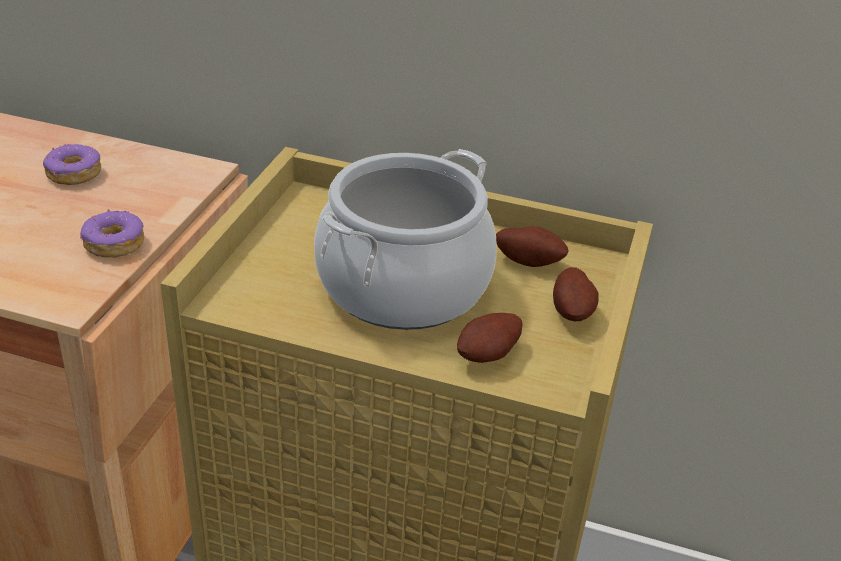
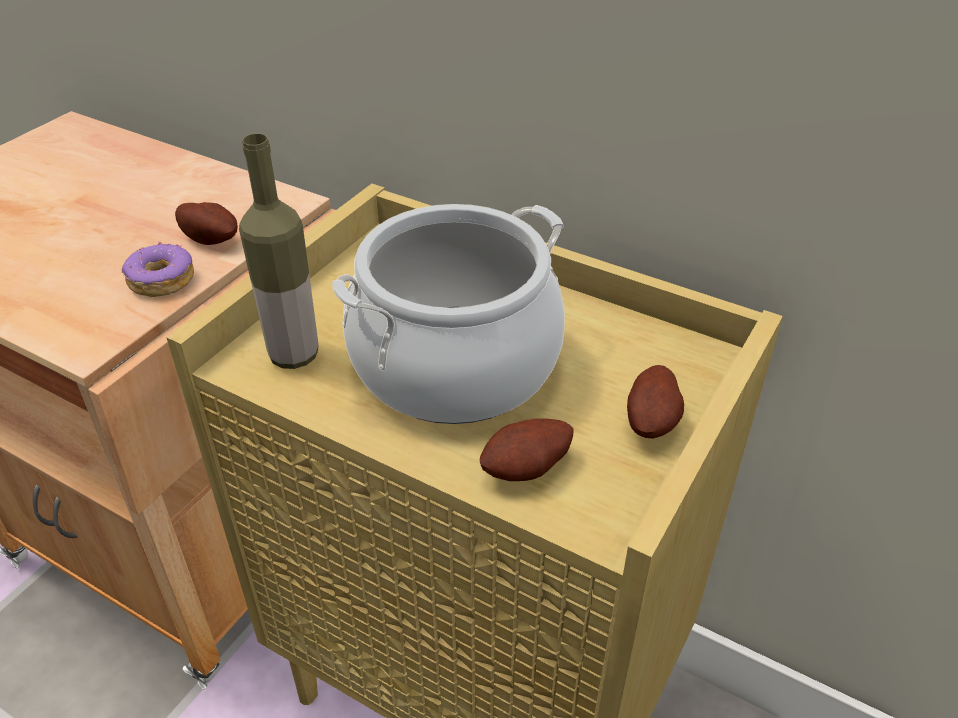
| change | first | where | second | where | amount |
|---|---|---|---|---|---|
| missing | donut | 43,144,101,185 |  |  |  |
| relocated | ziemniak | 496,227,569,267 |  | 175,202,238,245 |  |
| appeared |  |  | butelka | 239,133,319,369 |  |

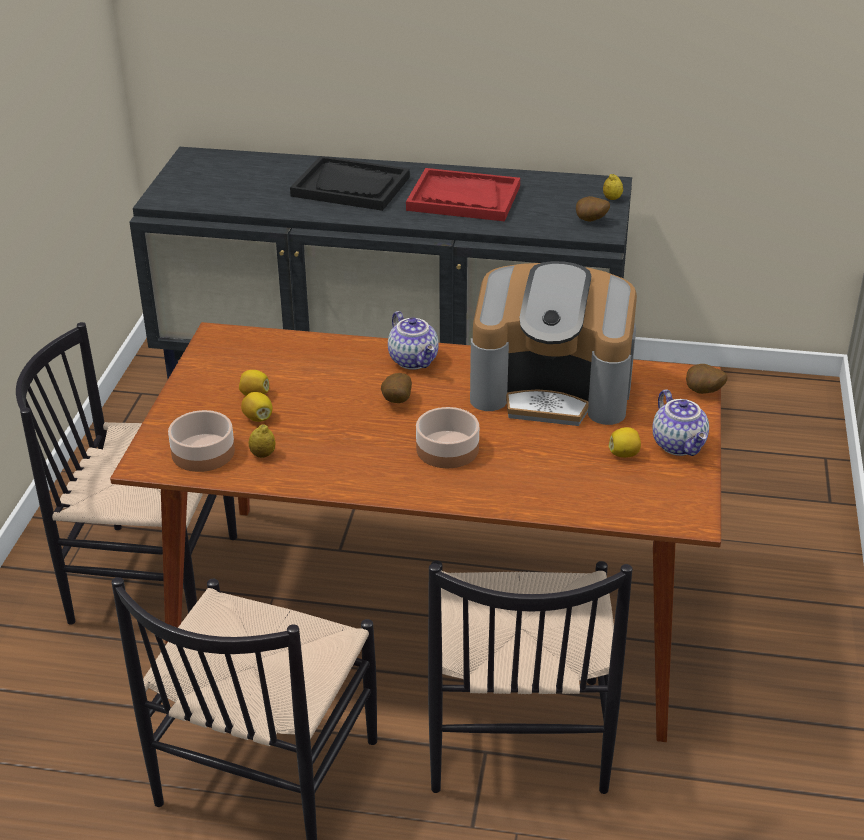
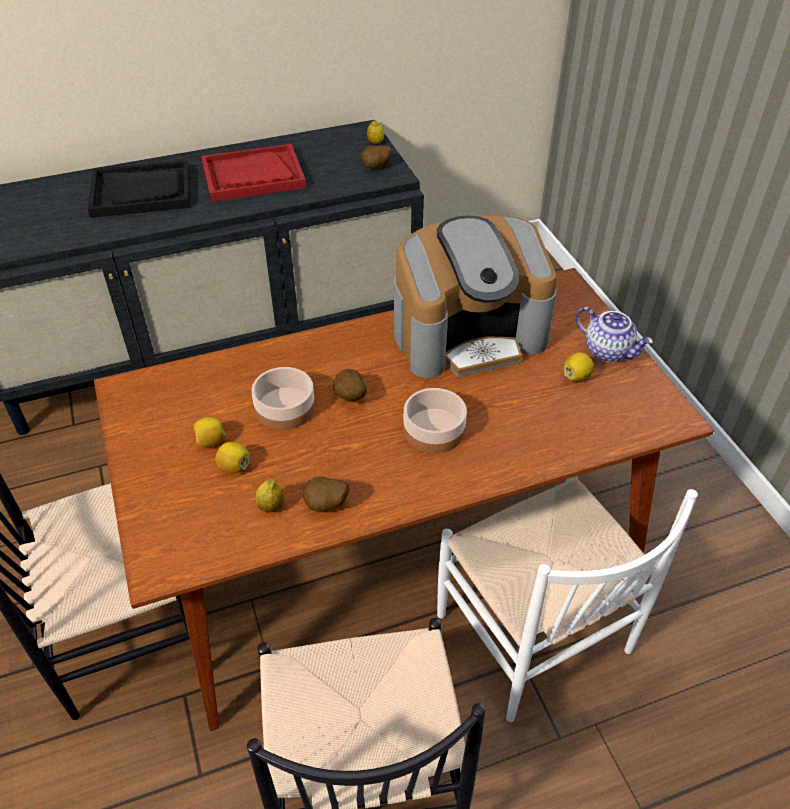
| change | first | where | second | where | amount |
|---|---|---|---|---|---|
| missing | imbryk | 388,311,439,370 |  |  |  |
| relocated | ziemniak | 686,364,728,394 |  | 303,477,349,512 |  |
| relocated | miska | 168,410,235,472 |  | 252,367,315,430 |  |
| colour | krzesło/czarny | 428,561,633,794 | krzesło/biały | 437,476,698,722 |  |

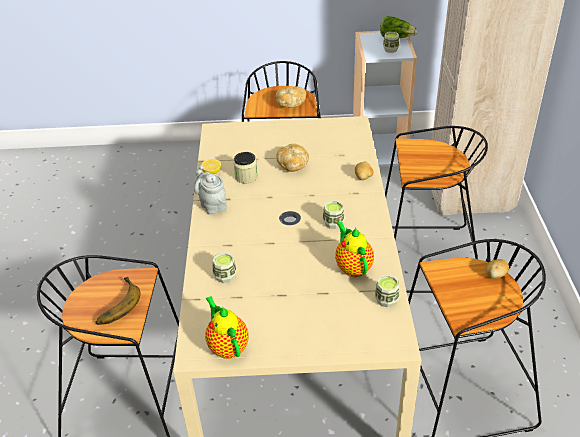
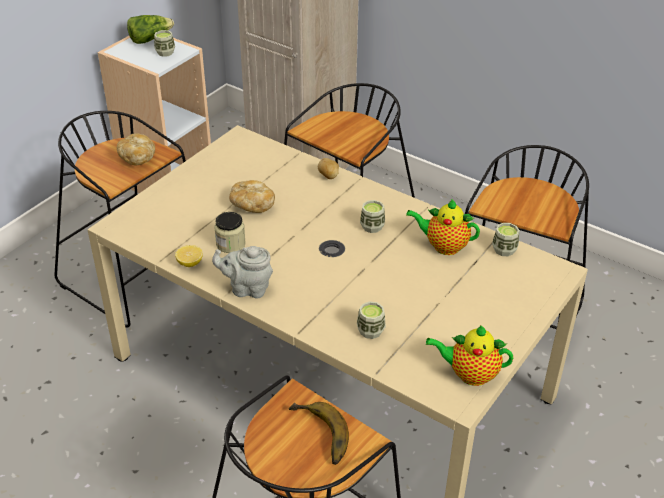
| change | first | where | second | where | amount |
|---|---|---|---|---|---|
| missing | ziemniak | 486,259,509,279 |  |  |  |

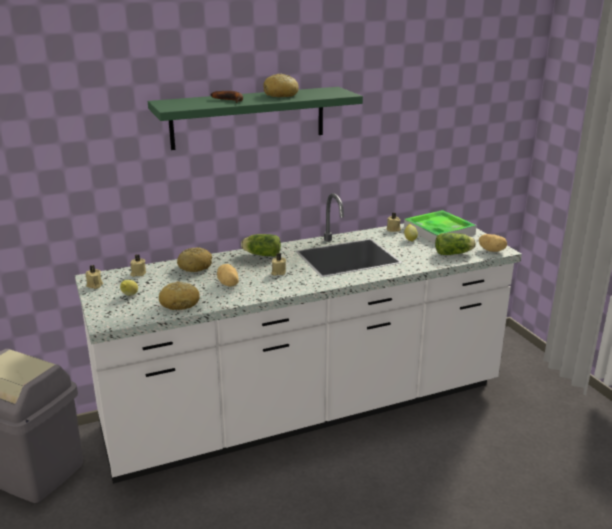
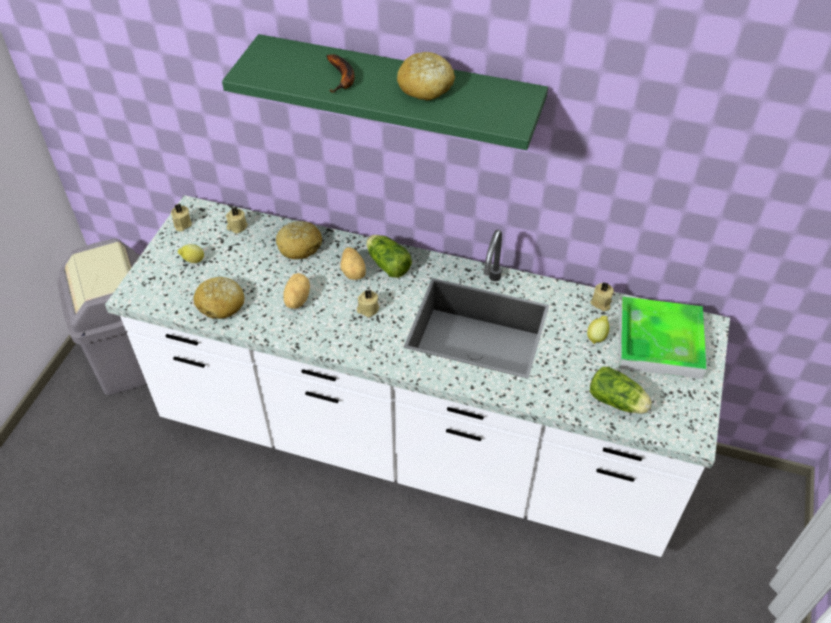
| change | first | where | second | where | amount |
|---|---|---|---|---|---|
| relocated | ziemniak | 479,234,507,252 |  | 340,247,366,280 |  |

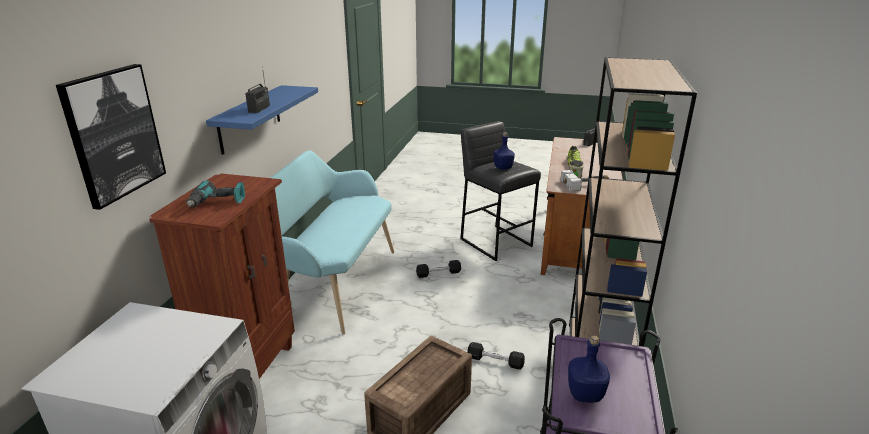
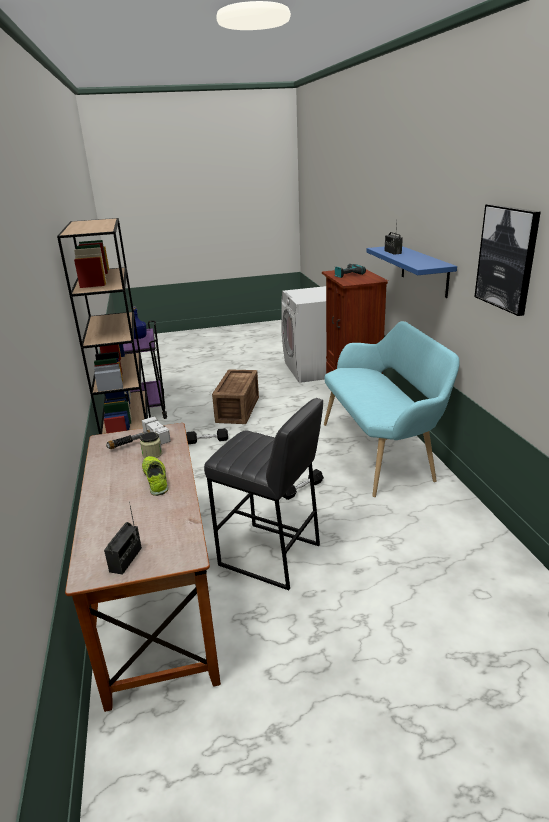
| change | first | where | second | where | amount |
|---|---|---|---|---|---|
| relocated | obraz | 56,64,166,210 |  | 474,204,541,316 |  |
| missing | butelka/niebieski | 494,132,515,170 |  |  |  |

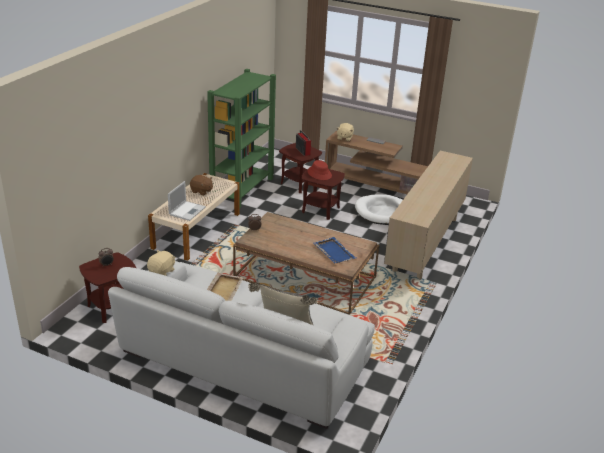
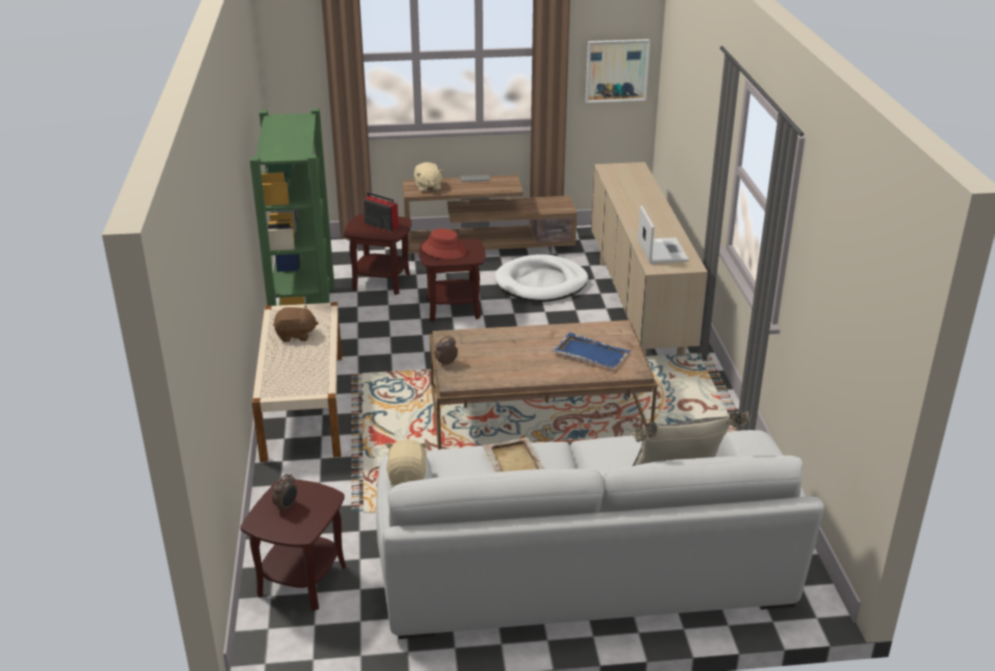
| change | first | where | second | where | amount |
|---|---|---|---|---|---|
| relocated | laptop | 168,181,206,221 |  | 638,206,689,264 |  |
| appeared |  |  | obraz | 586,39,650,103 |  |

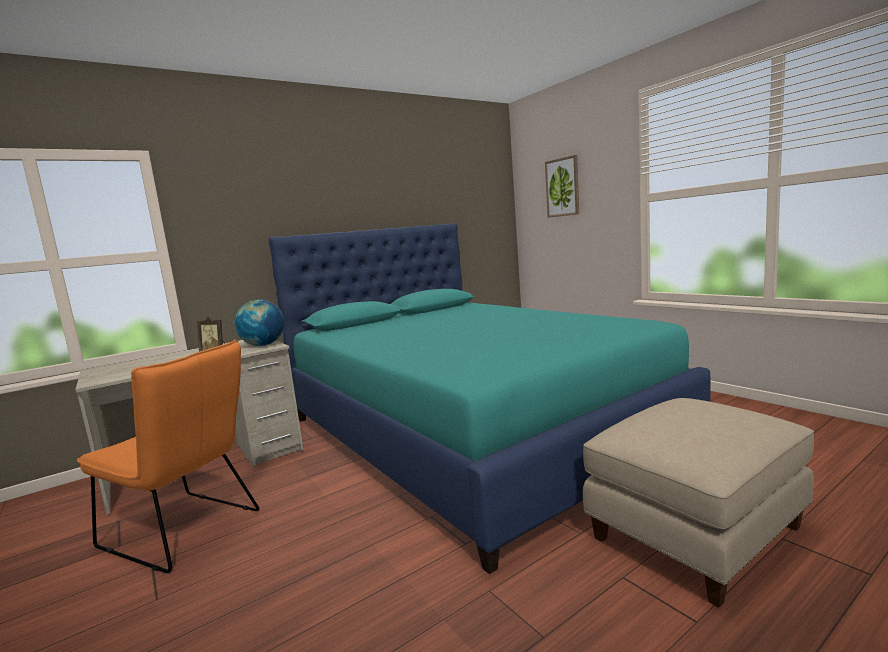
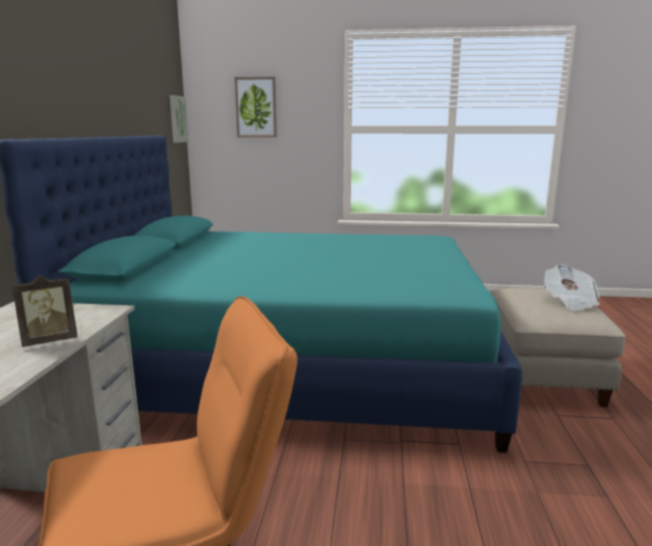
| change | first | where | second | where | amount |
|---|---|---|---|---|---|
| missing | globus | 234,299,284,346 |  |  |  |
| appeared |  |  | obraz | 170,95,189,143 |  |
| appeared |  |  | gazeta | 544,264,600,311 |  |

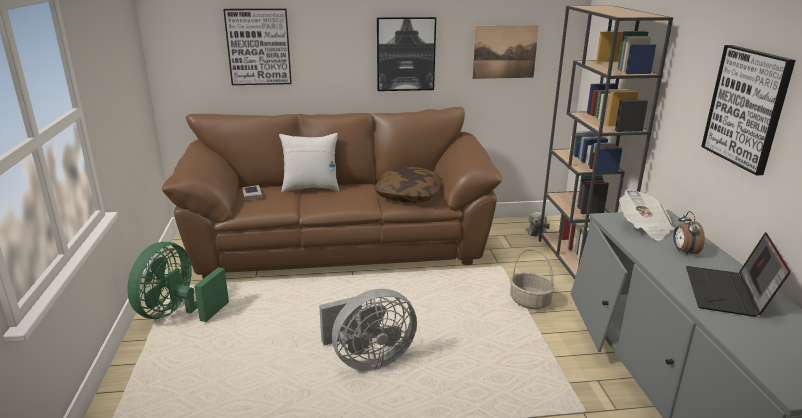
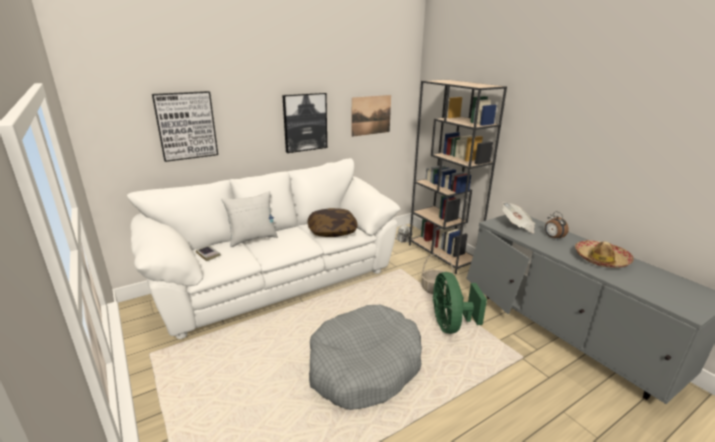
| change | first | where | second | where | amount |
|---|---|---|---|---|---|
| missing | obraz | 701,45,796,175 |  |  |  |
| colour | kanapa/brązowy | 162,107,502,279 | kanapa/biały | 127,158,401,339 |  |
| exchanged | laptop | 686,232,791,317 | kapelusz | 575,240,634,268 |  |
| relocated | wentylator/zielony | 127,242,229,322 |  | 433,272,487,334 |  |
| exchanged | wentylator/szary | 319,289,417,371 | legowisko/szary | 309,305,422,410 |  |

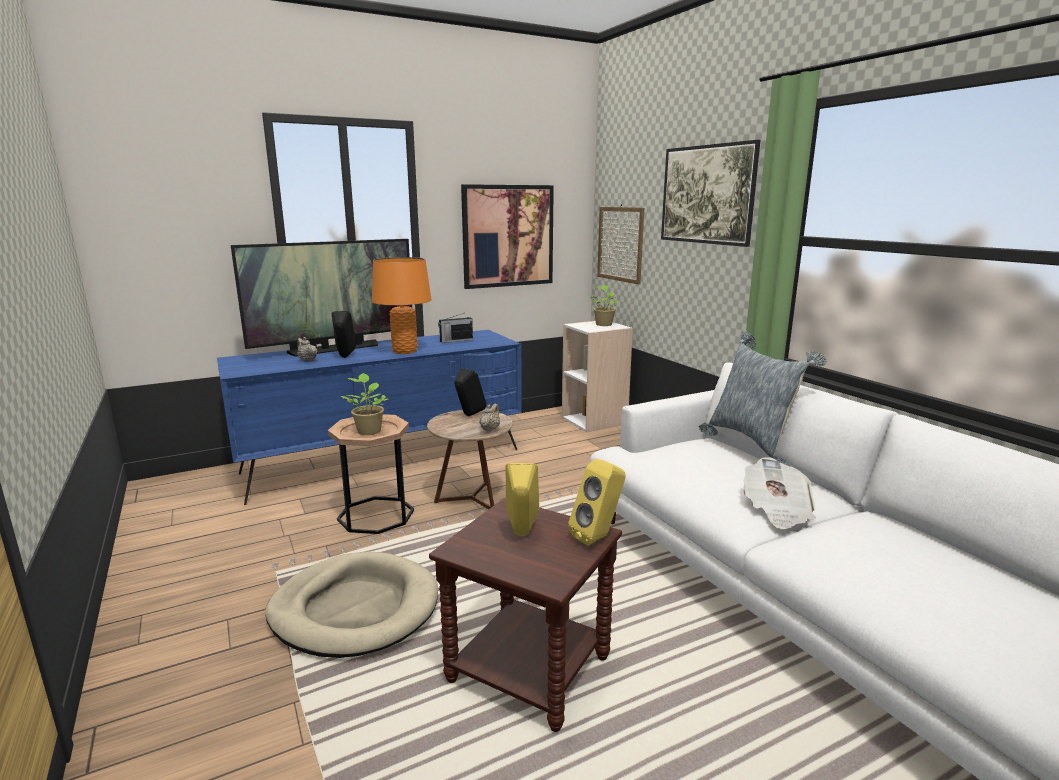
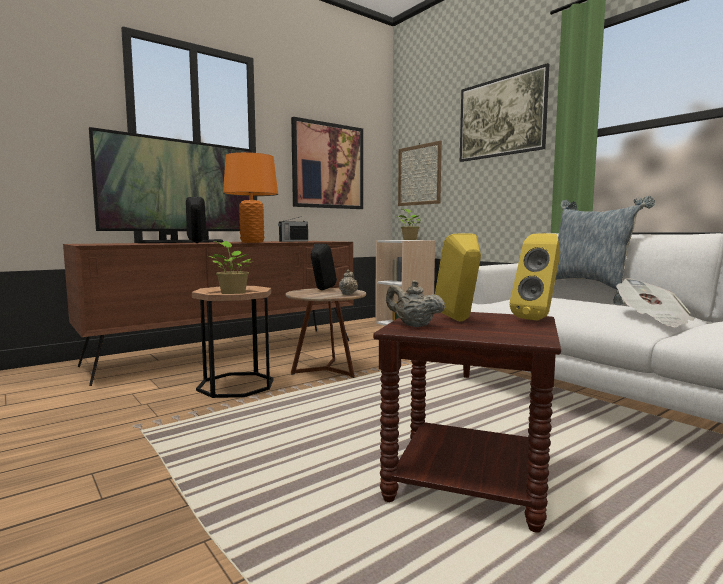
| change | first | where | second | where | amount |
|---|---|---|---|---|---|
| colour | szafka pod telewizor/niebieski | 217,330,522,505 | szafka pod telewizor/brązowy | 63,241,353,386 |  |
| relocated | imbryk/beżowy | 297,337,317,362 |  | 386,280,445,327 |  |
| missing | legowisko/beżowy | 265,552,438,658 |  |  |  |

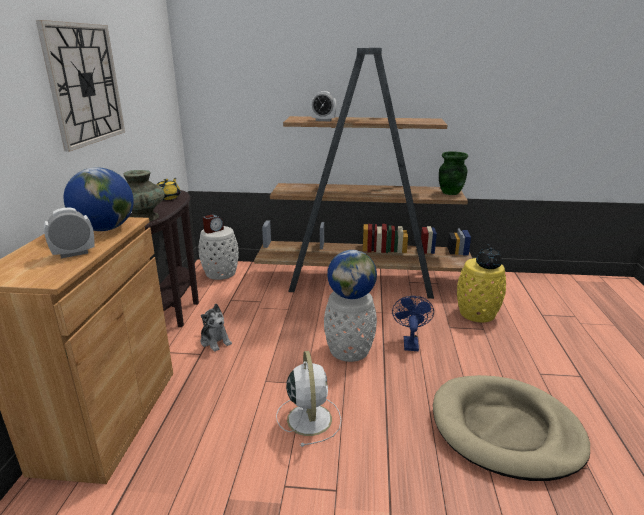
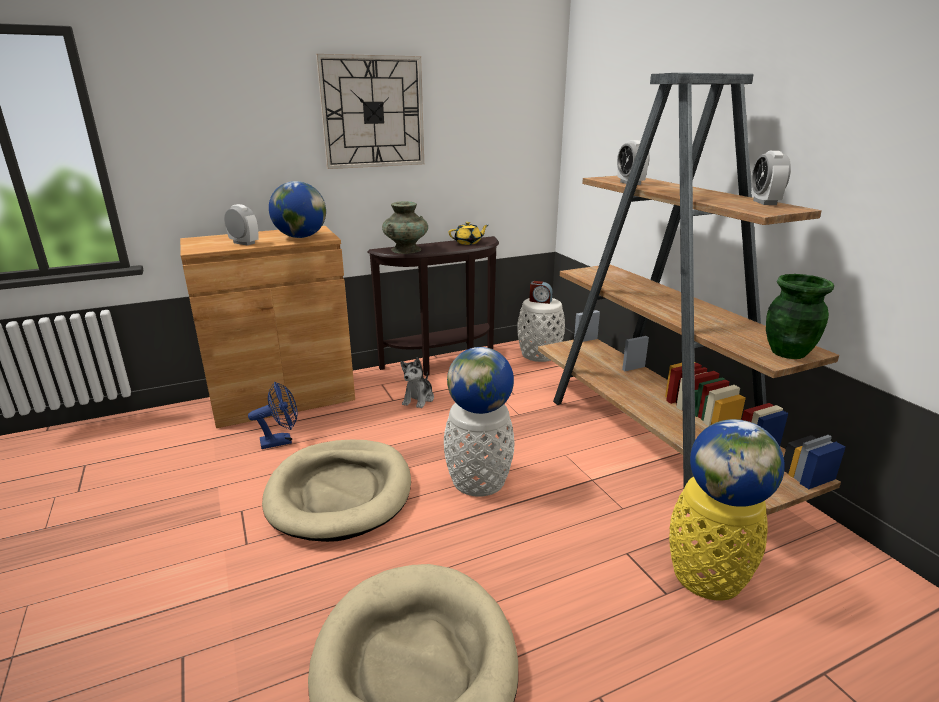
| change | first | where | second | where | amount |
|---|---|---|---|---|---|
| exchanged | imbryk/czarny | 476,244,502,269 | globus | 690,419,785,507 |  |
| relocated | wentylator/niebieski | 392,296,434,351 |  | 248,382,298,449 |  |
| exchanged | wentylator/biały | 276,351,341,447 | legowisko/beżowy | 262,440,411,542 |  |
| appeared |  |  | budzik | 751,151,791,205 |  |

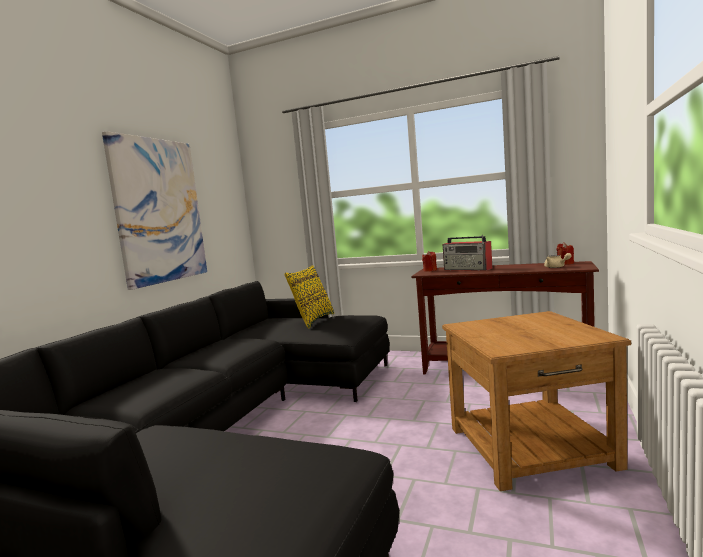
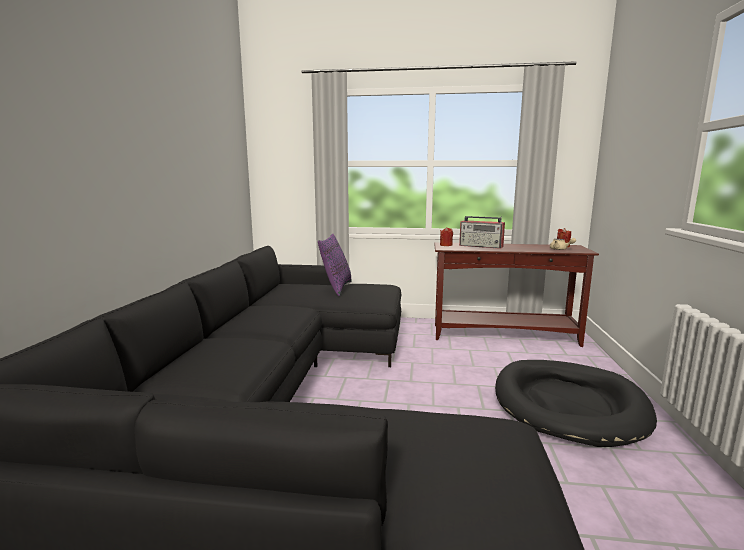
| change | first | where | second | where | amount |
|---|---|---|---|---|---|
| missing | obraz | 102,131,207,290 |  |  |  |
| colour | poduszka/żółty | 285,265,334,328 | poduszka/fioletowy | 318,234,351,296 |  |
| exchanged | stolik/brązowy | 442,311,631,491 | legowisko/czarny | 495,360,657,447 |  |

